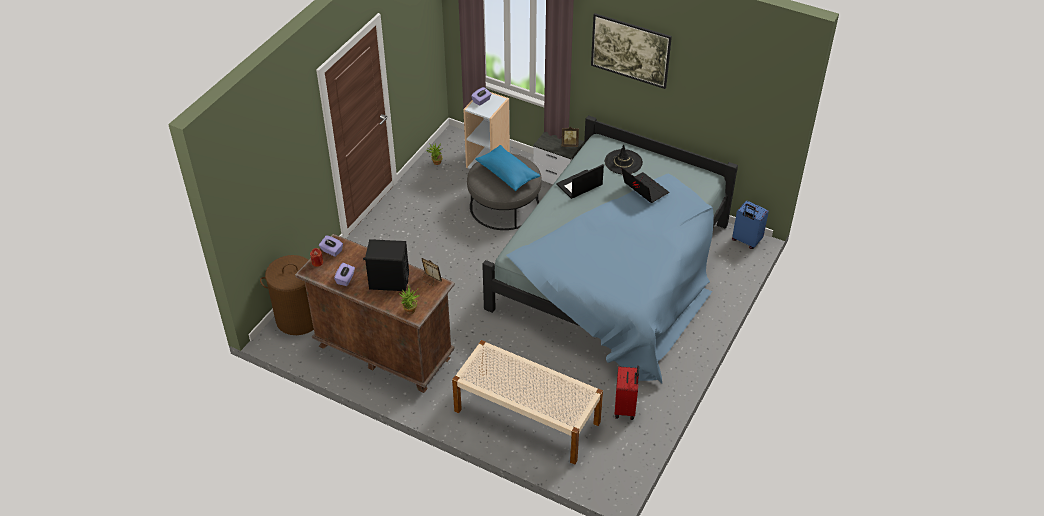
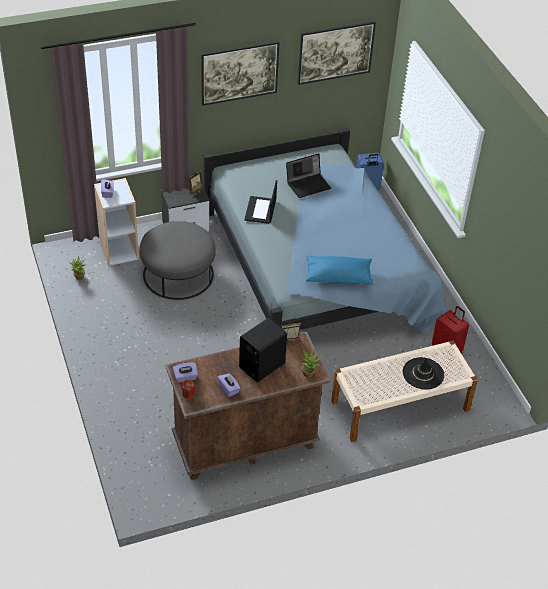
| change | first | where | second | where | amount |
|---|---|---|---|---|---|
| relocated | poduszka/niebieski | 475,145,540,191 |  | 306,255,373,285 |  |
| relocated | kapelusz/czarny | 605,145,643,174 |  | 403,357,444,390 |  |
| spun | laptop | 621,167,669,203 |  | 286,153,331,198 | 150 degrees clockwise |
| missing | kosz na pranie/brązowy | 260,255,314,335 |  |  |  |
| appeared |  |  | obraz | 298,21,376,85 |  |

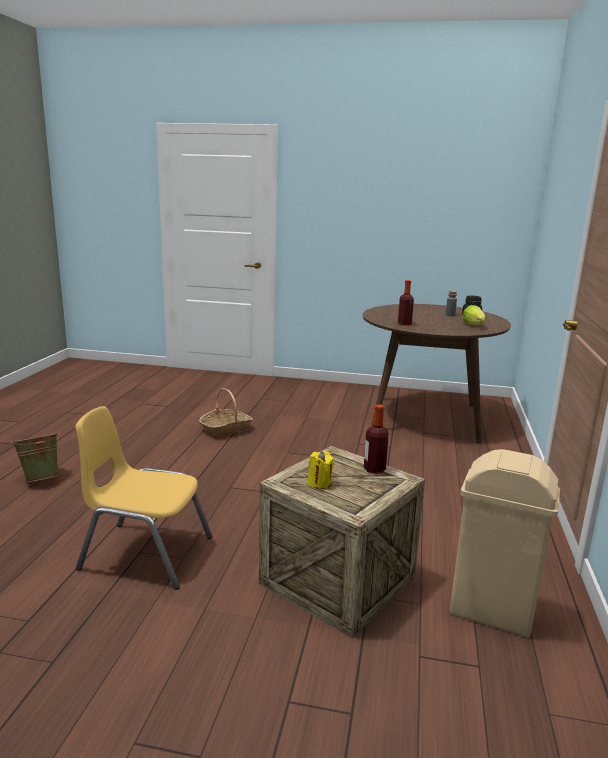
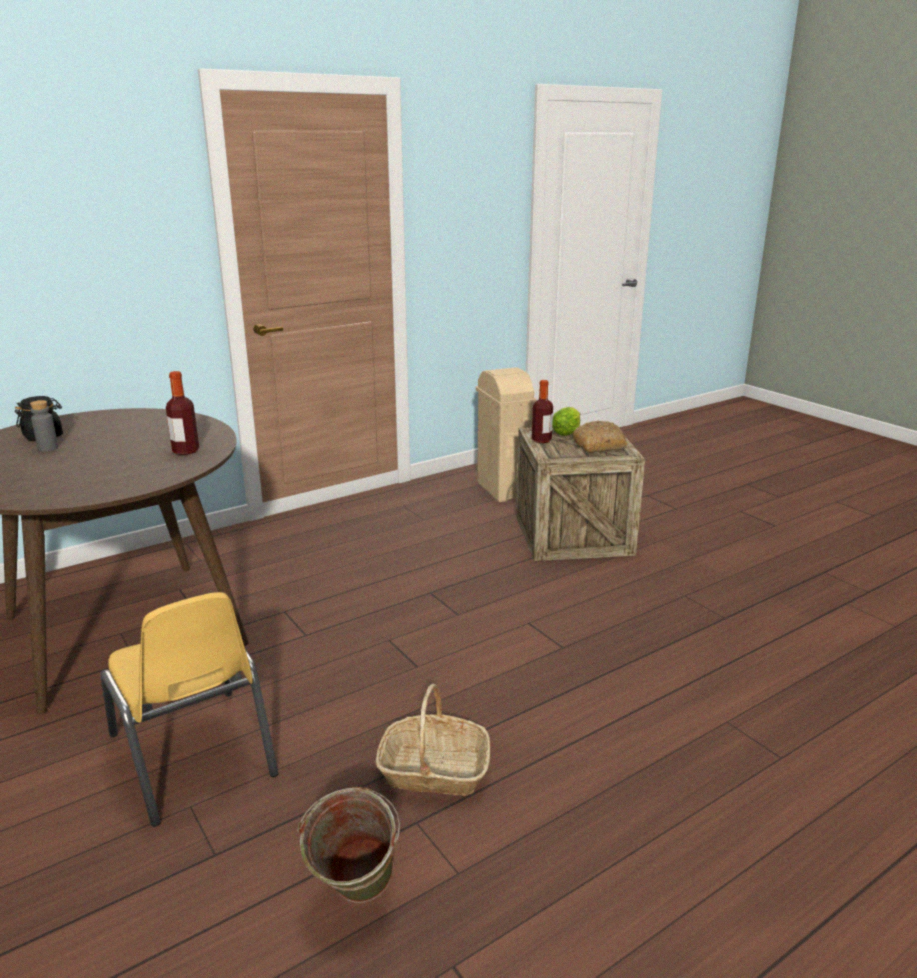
| change | first | where | second | where | amount |
|---|---|---|---|---|---|
| relocated | sałata | 462,305,485,325 |  | 552,407,580,436 |  |
| relocated | krzesło/żółty | 76,406,213,590 |  | 100,592,279,827 |  |
| relocated | wiadro/zielony | 10,431,59,482 |  | 297,787,400,903 |  |
| exchanged | świeca/żółty | 308,451,334,489 | chleb | 573,421,627,453 |  |

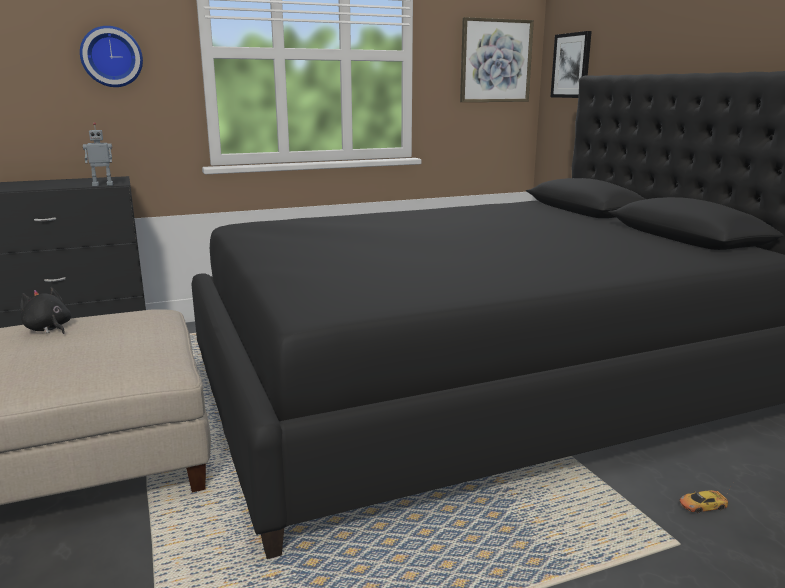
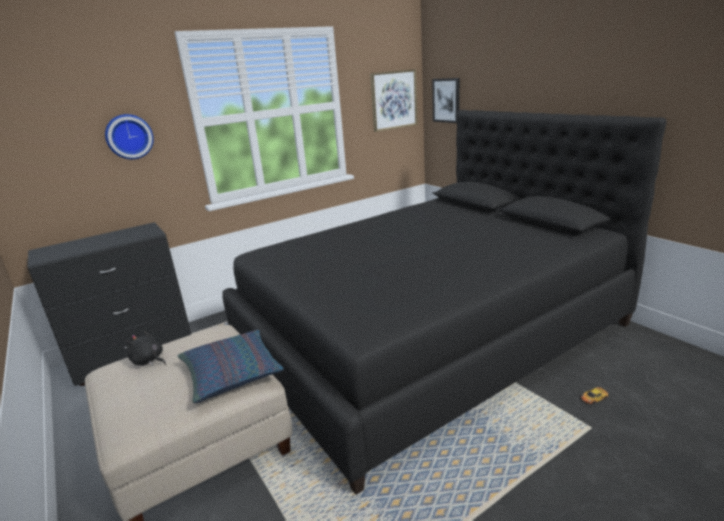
| change | first | where | second | where | amount |
|---|---|---|---|---|---|
| missing | robot zabawkowy | 83,122,113,186 |  |  |  |
| appeared |  |  | poduszka/niebieski | 178,330,284,403 |  |

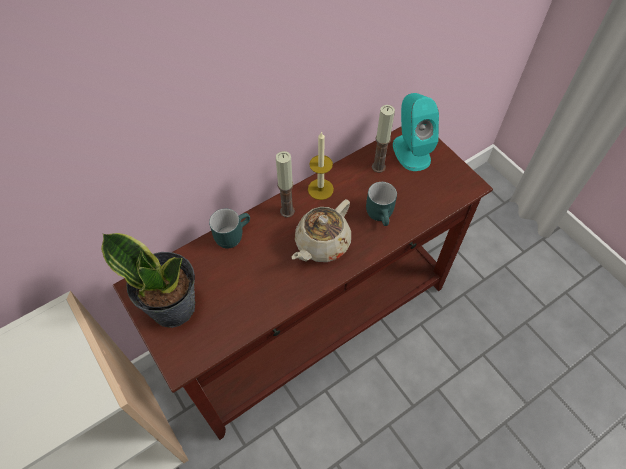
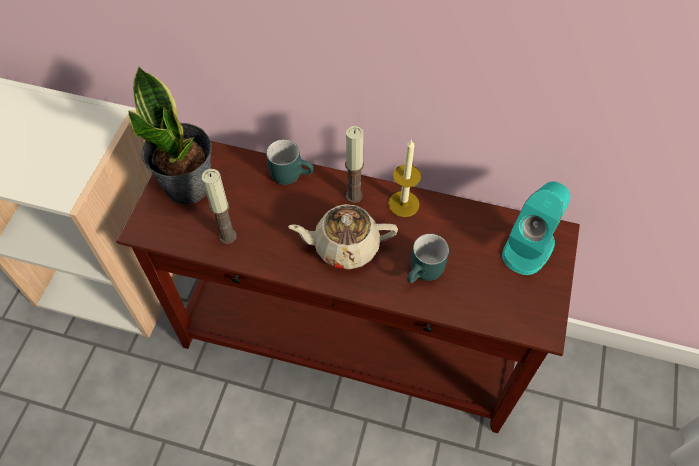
| change | first | where | second | where | amount |
|---|---|---|---|---|---|
| relocated | świeca | 372,105,395,173 |  | 201,169,237,244 |  |

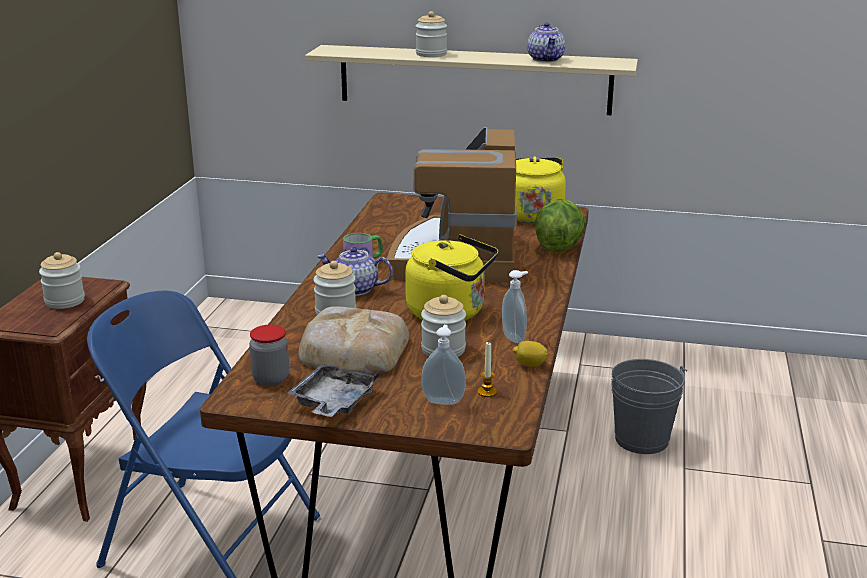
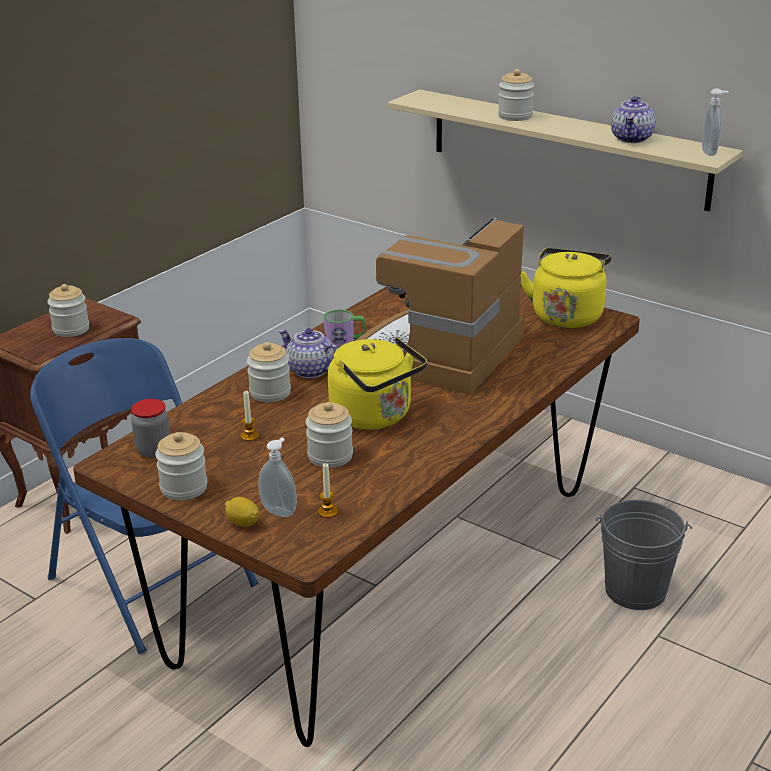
| change | first | where | second | where | amount |
|---|---|---|---|---|---|
| missing | sałata | 534,199,585,252 |  |  |  |
| relocated | dozownik mydła | 502,270,528,343 |  | 702,88,729,156 |  |
| exchanged | chleb | 298,306,409,373 | świeca | 241,391,259,441 |  |
| relocated | cytryna | 513,341,548,367 |  | 225,497,259,527 |  |
| exchanged | taca/szary | 287,363,379,417 | słoik | 155,432,207,500 |  |

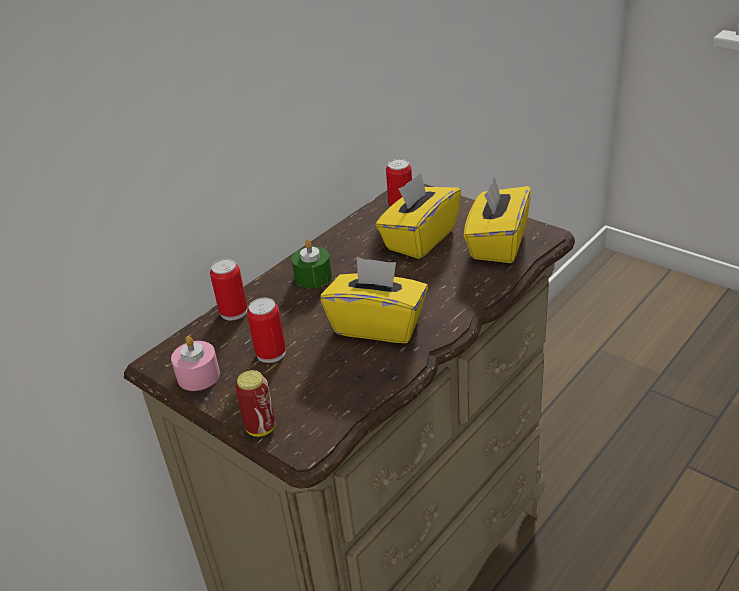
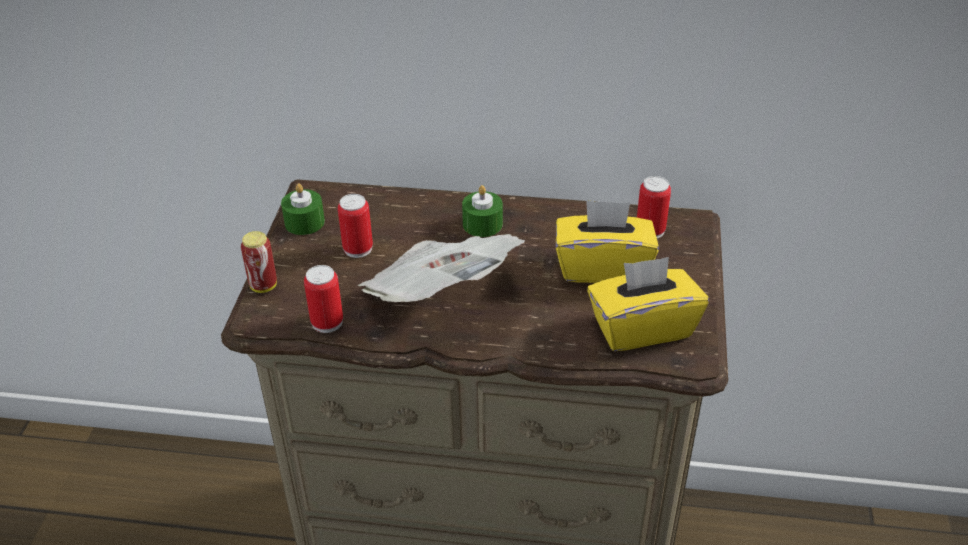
| change | first | where | second | where | amount |
|---|---|---|---|---|---|
| exchanged | pudełko chusteczek/żółty | 321,257,428,343 | gazeta | 358,234,525,302 |  |
| relocated | puszka | 210,259,248,320 |  | 304,265,343,333 |  |
| colour | świeca/różowy | 171,336,220,391 | świeca/zielony | 281,183,325,235 |  |

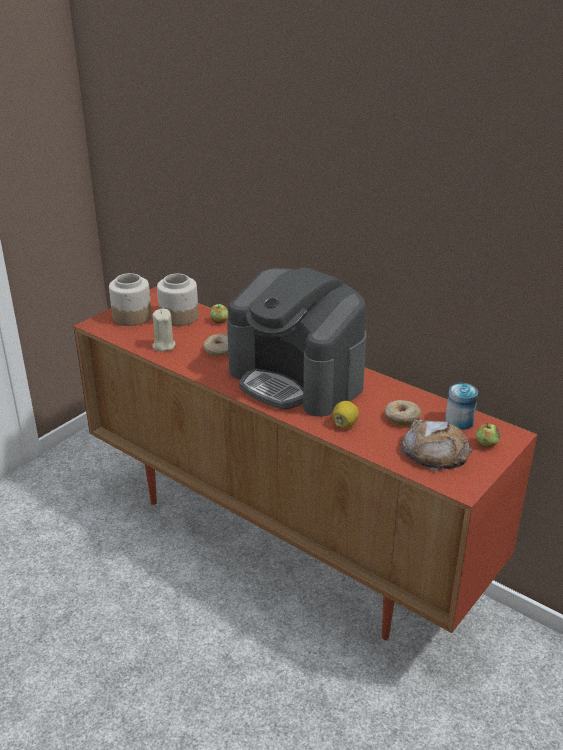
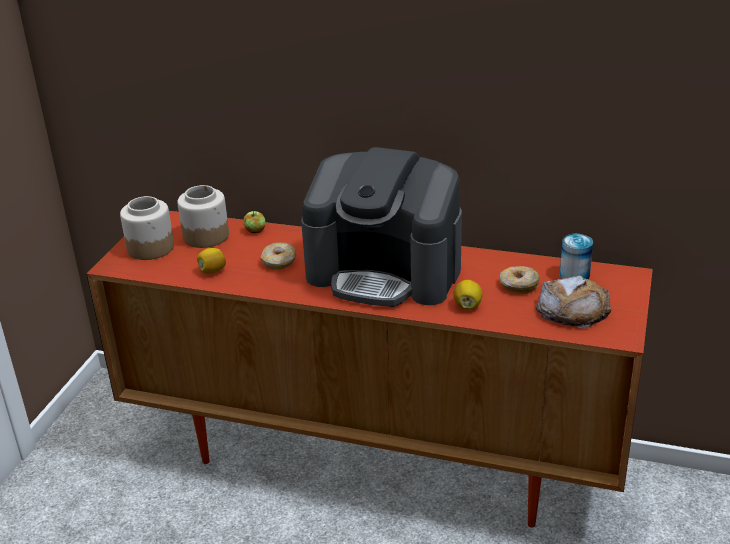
| change | first | where | second | where | amount |
|---|---|---|---|---|---|
| exchanged | świeca/beżowy | 152,309,176,352 | cytryna | 197,248,226,274 |  |
| missing | jabłko | 476,423,500,448 |  |  |  |

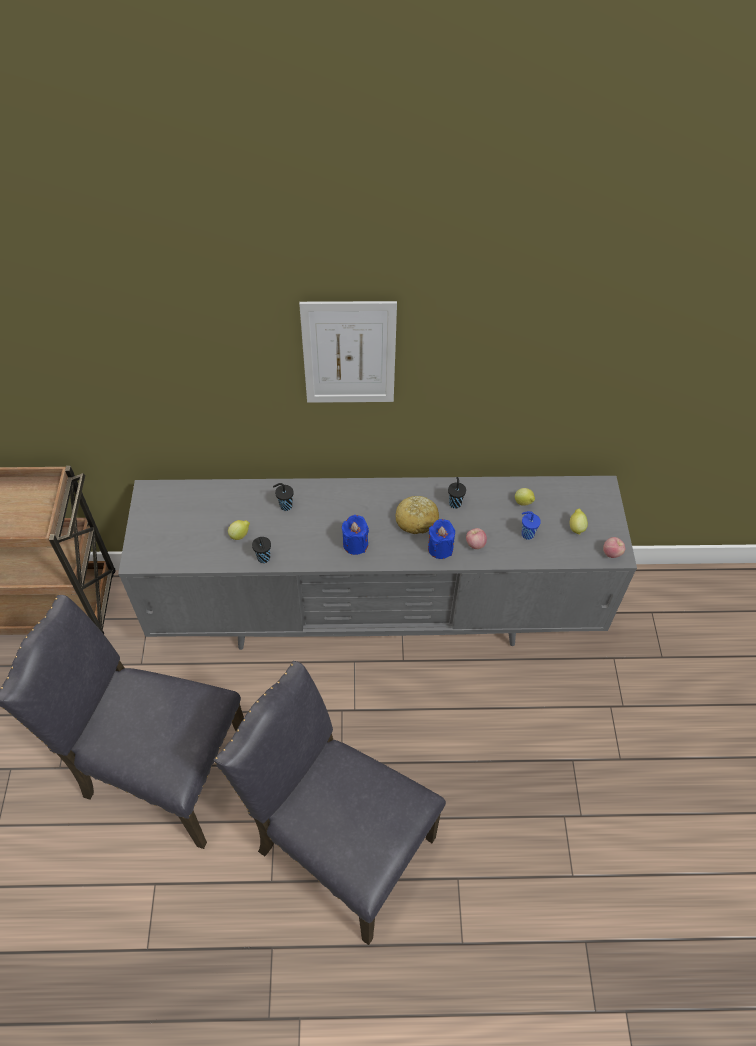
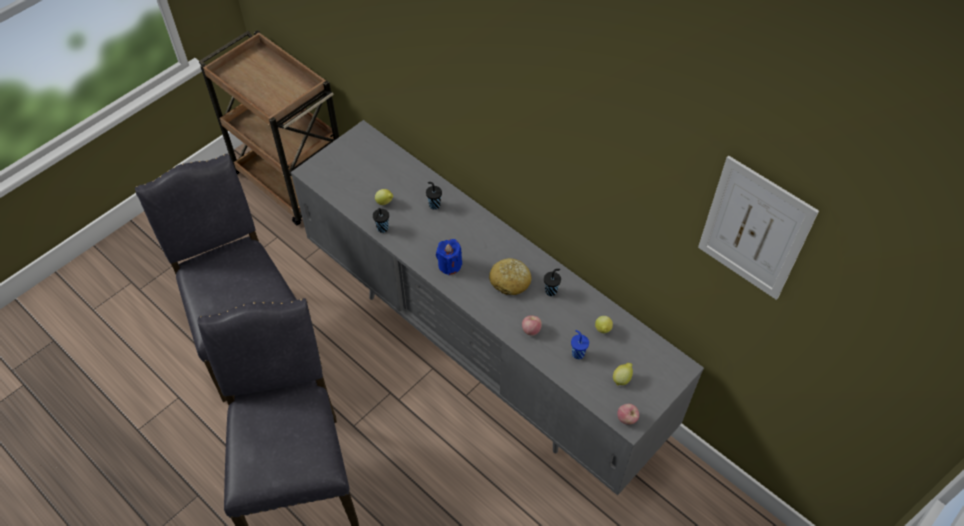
| change | first | where | second | where | amount |
|---|---|---|---|---|---|
| relocated | obraz | 299,301,397,403 |  | 698,155,819,300 |  |
| missing | świeca/niebieski | 428,519,455,559 |  |  |  |

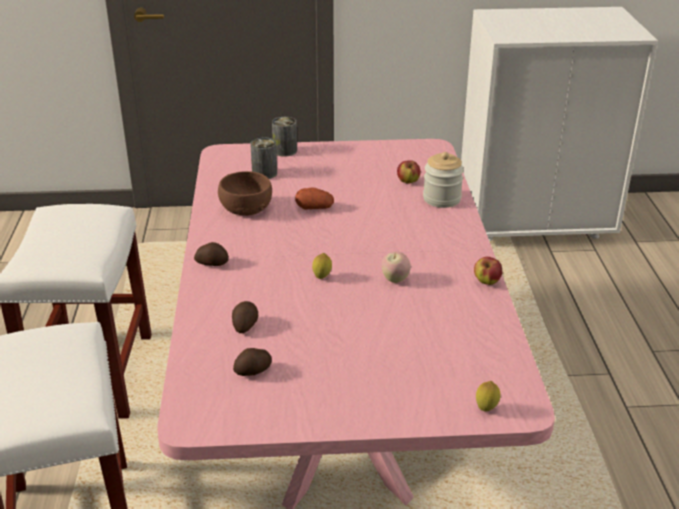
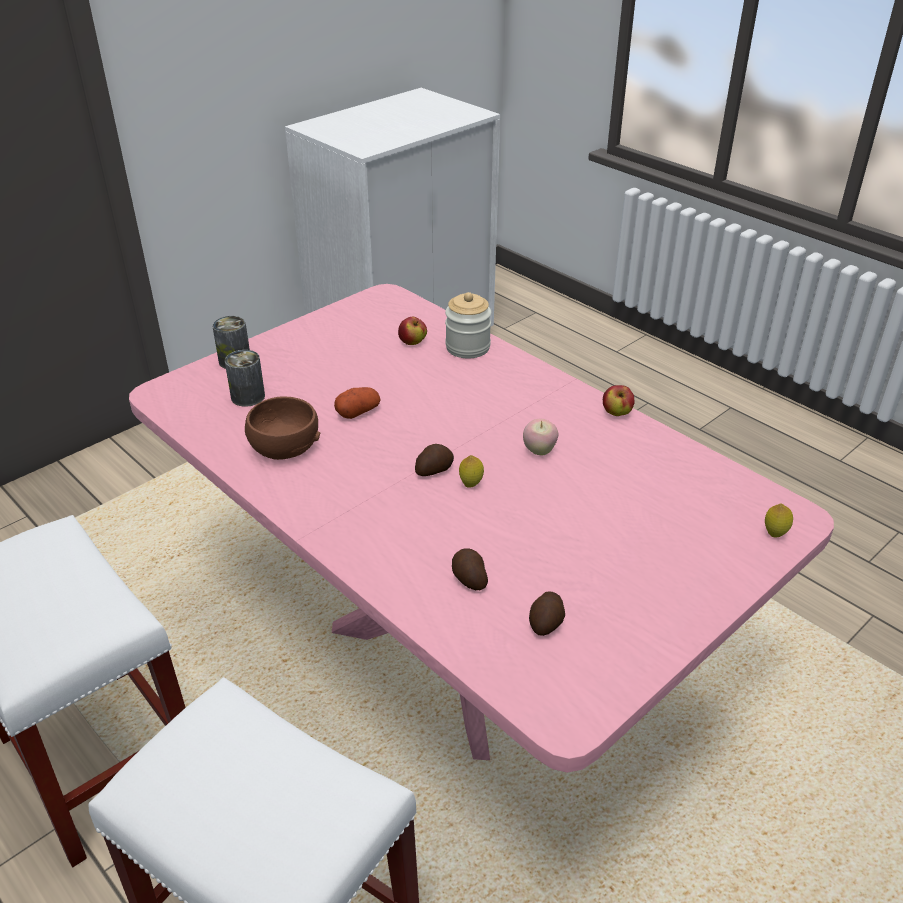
| change | first | where | second | where | amount |
|---|---|---|---|---|---|
| relocated | ziemniak | 194,242,229,266 |  | 415,444,454,476 |  |

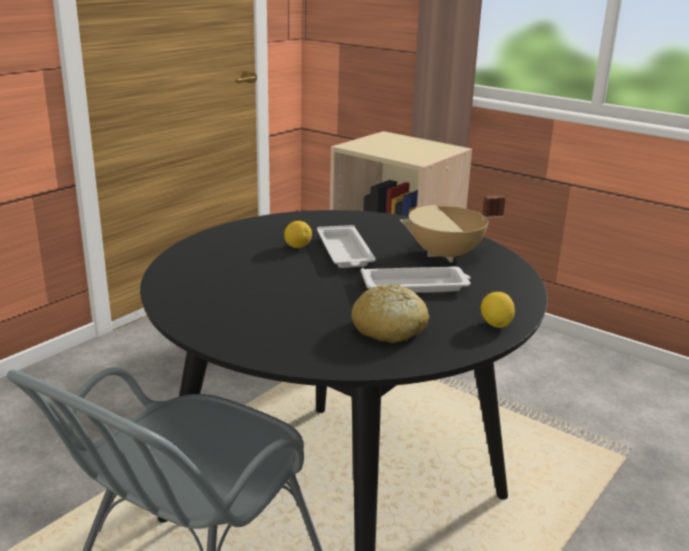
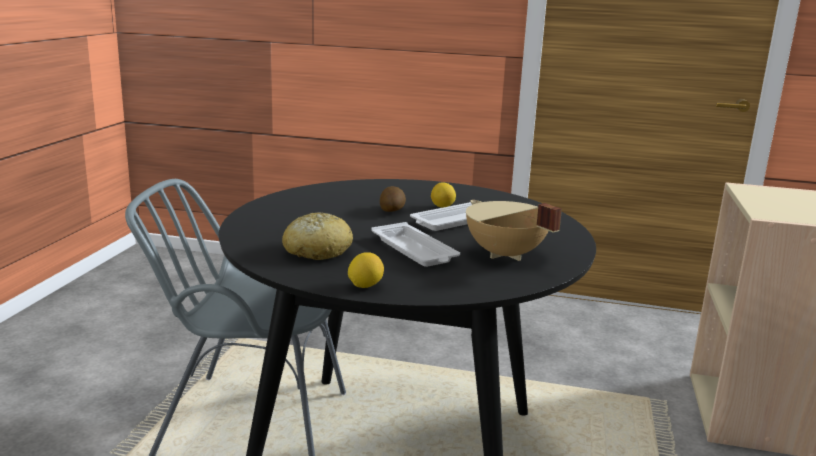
| change | first | where | second | where | amount |
|---|---|---|---|---|---|
| appeared |  |  | ziemniak | 380,186,406,212 |  |

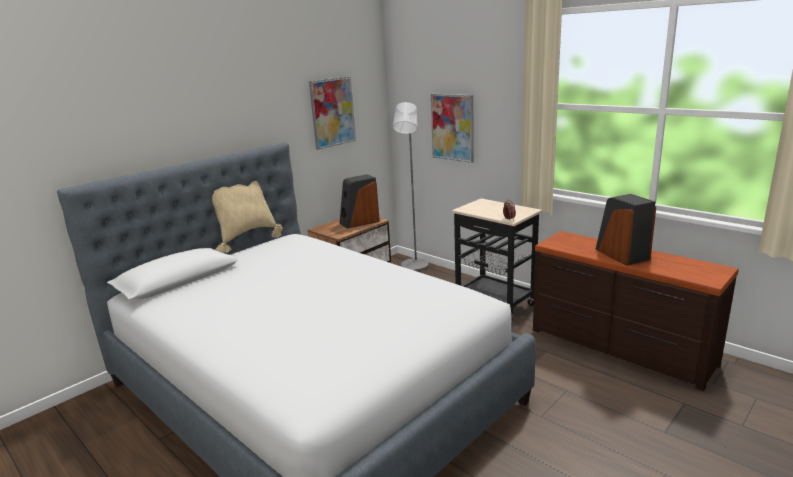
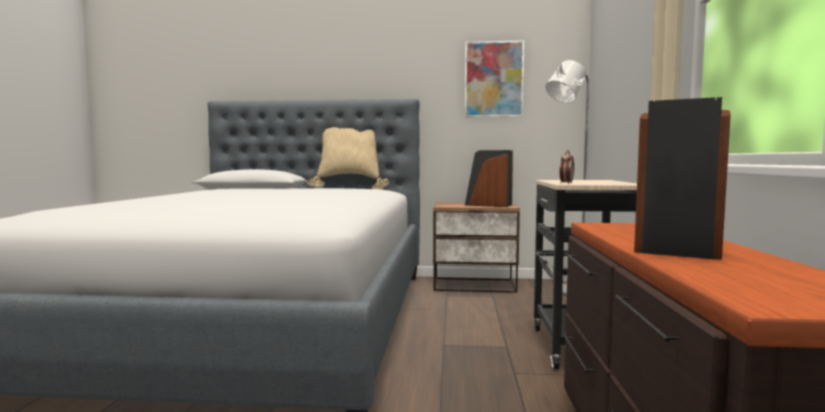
| change | first | where | second | where | amount |
|---|---|---|---|---|---|
| missing | obraz | 431,94,474,163 |  |  |  |

